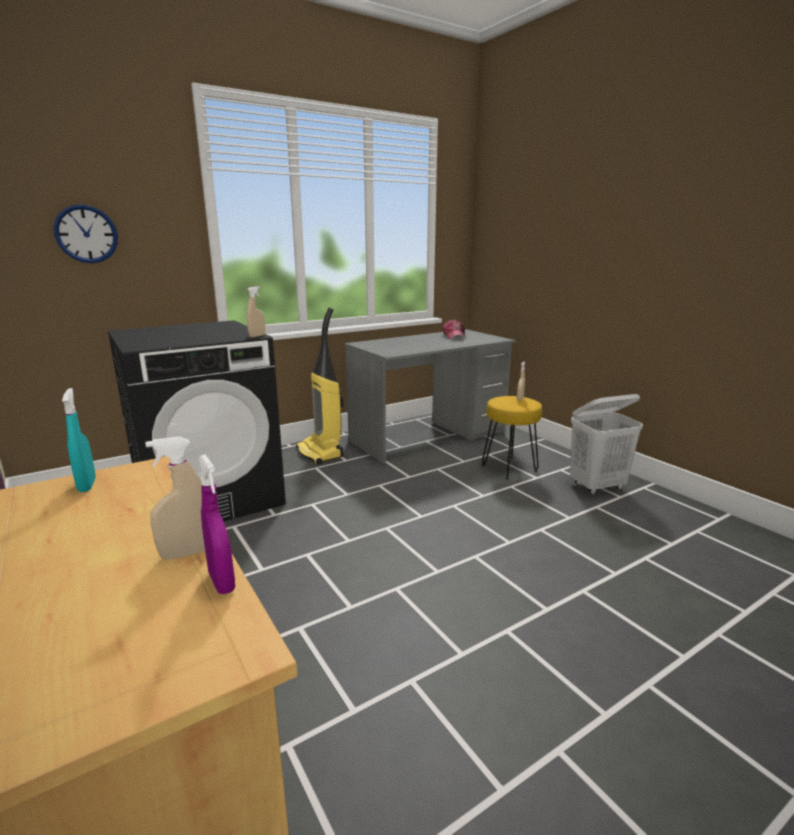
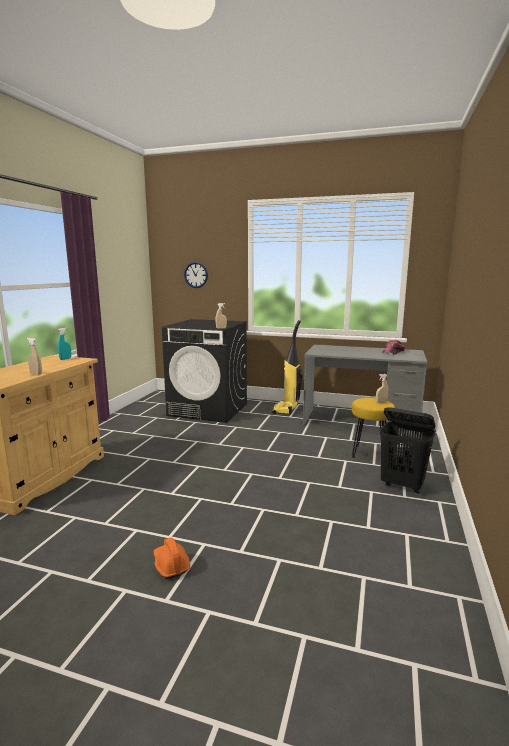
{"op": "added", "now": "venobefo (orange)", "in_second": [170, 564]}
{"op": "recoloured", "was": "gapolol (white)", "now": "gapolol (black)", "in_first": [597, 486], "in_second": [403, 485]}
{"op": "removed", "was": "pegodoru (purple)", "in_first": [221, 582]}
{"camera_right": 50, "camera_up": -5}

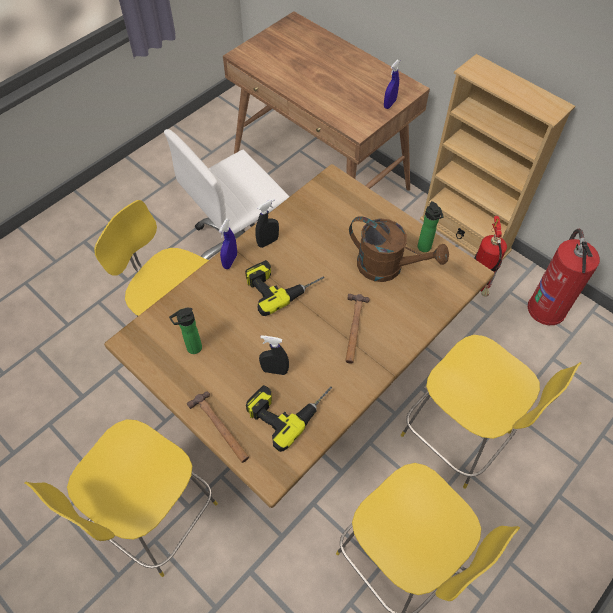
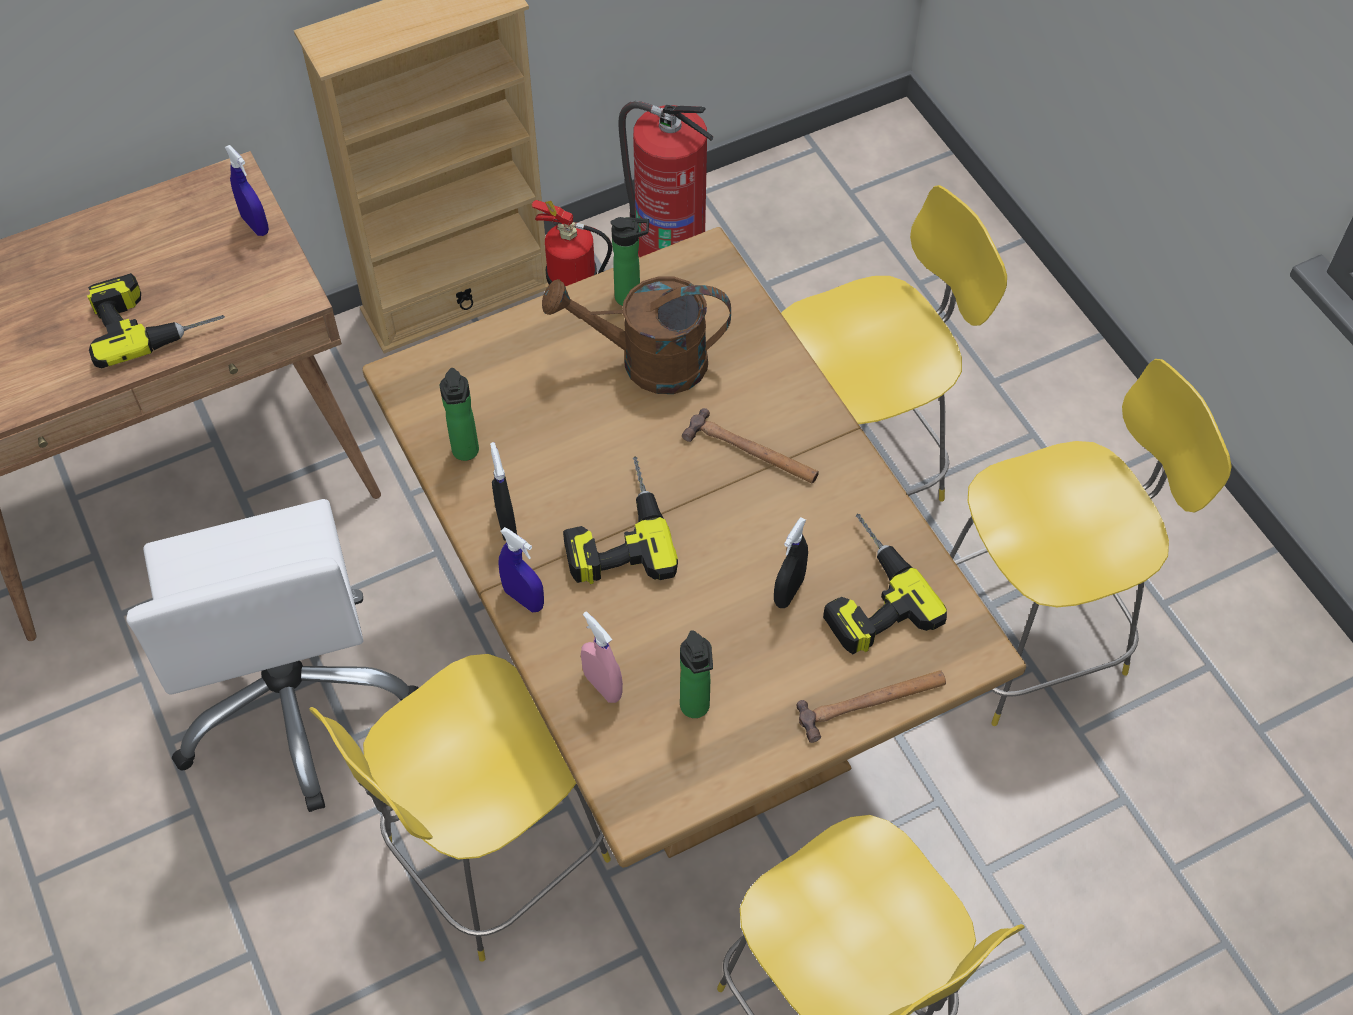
{"op": "added", "now": "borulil", "in_second": [154, 320]}
{"op": "added", "now": "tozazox", "in_second": [466, 453]}
{"op": "turned", "was": "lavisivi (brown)", "in_first": [388, 267], "in_second": [648, 362], "clockwise": -135}
{"op": "added", "now": "pegodoru (pink)", "in_second": [602, 686]}
{"camera_right": -70, "camera_up": 0}

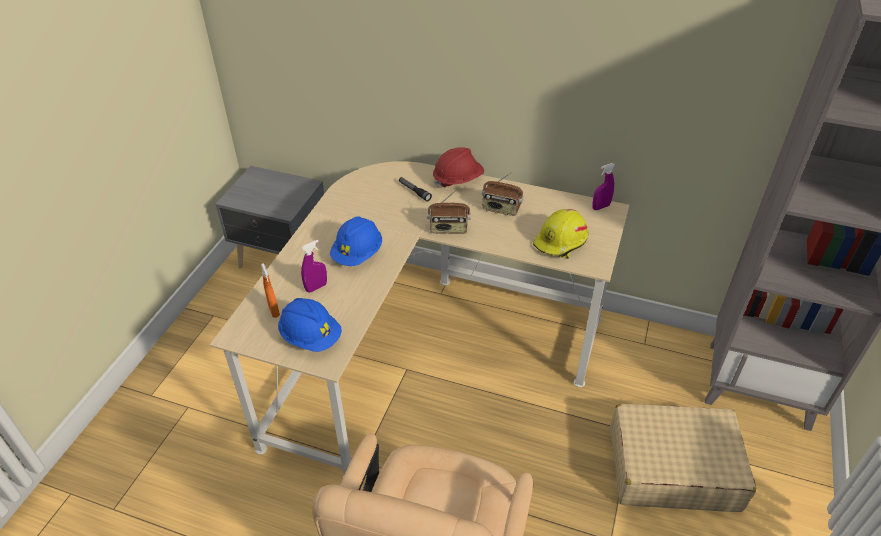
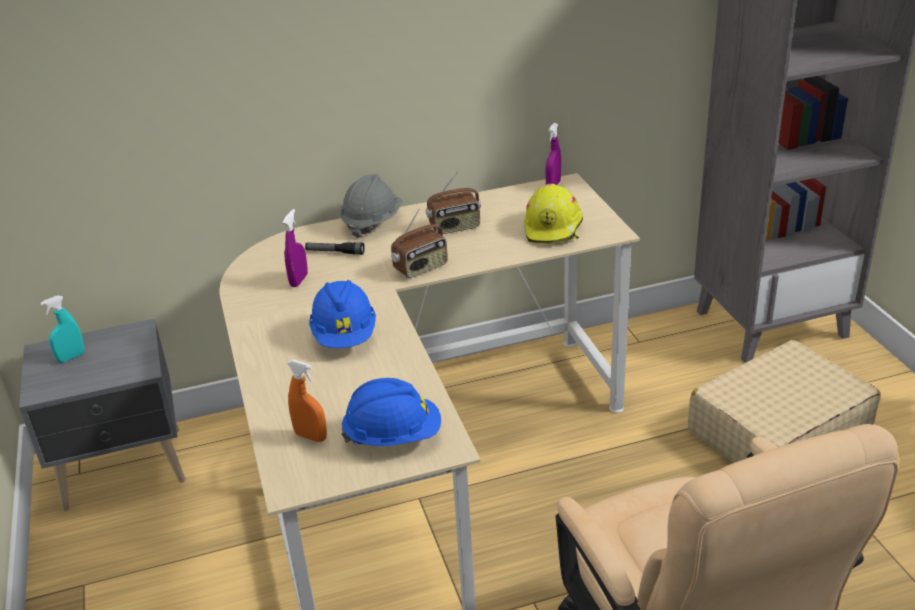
{"op": "added", "now": "pegodoru (turquoise)", "in_second": [71, 357]}
{"op": "moved", "was": "pegodoru (purple)", "in_first": [316, 287], "in_second": [299, 280]}
{"op": "recoloured", "was": "venobefo (red)", "now": "venobefo (grey)", "in_first": [458, 180], "in_second": [372, 222]}
{"camera_right": -35, "camera_up": -10}

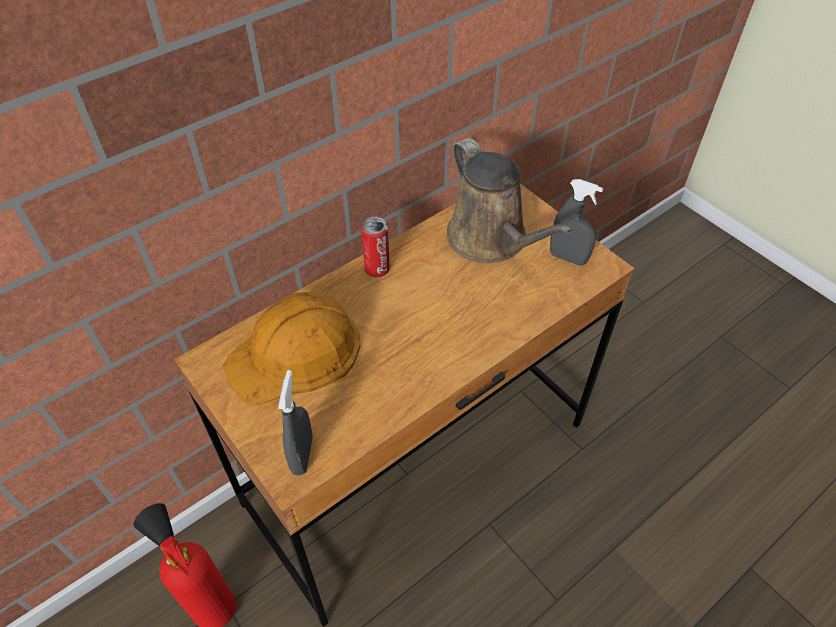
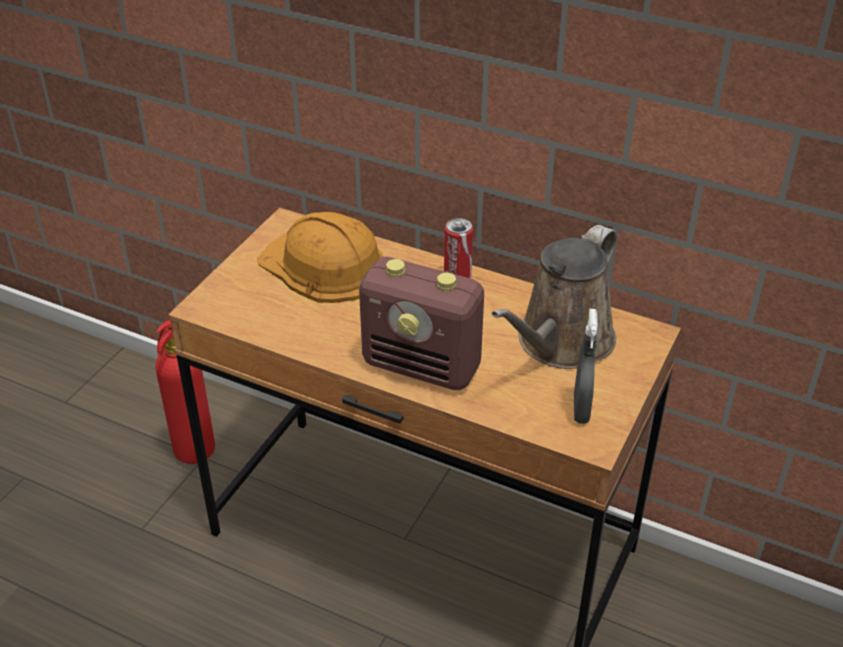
{"op": "added", "now": "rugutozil", "in_second": [423, 366]}
{"op": "removed", "was": "pegodoru (grey)", "in_first": [302, 455]}
{"camera_right": 65, "camera_up": -10}

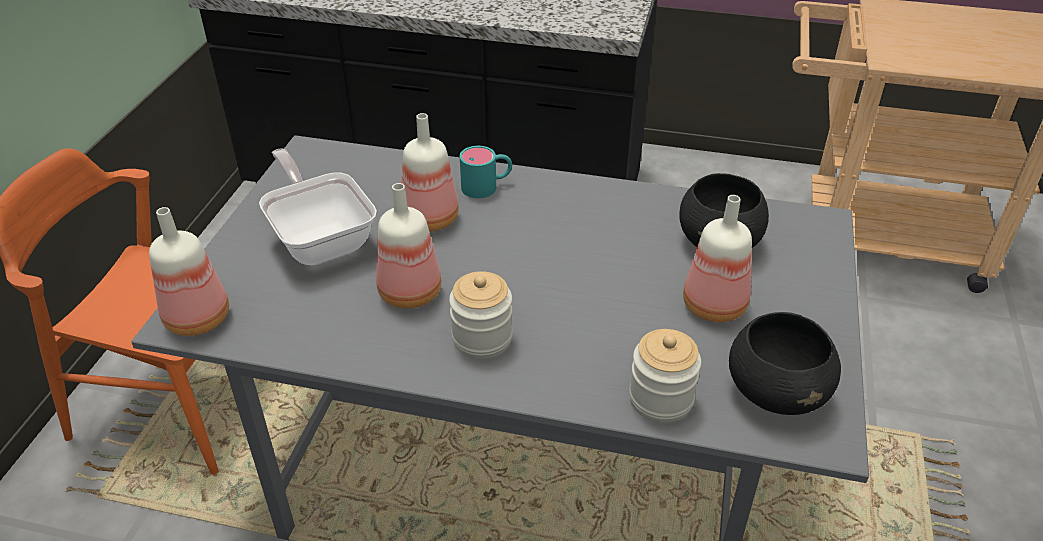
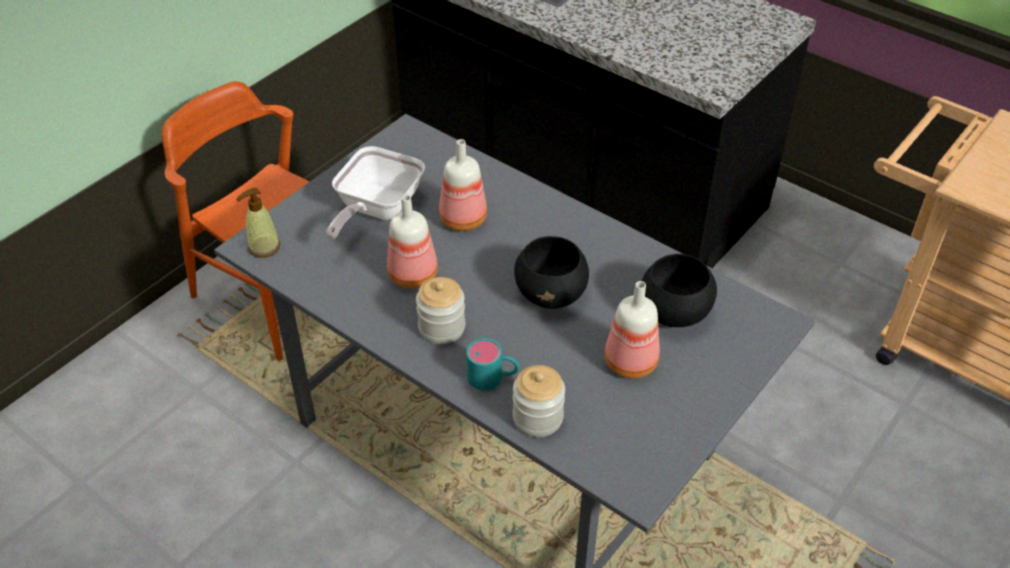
{"op": "replaced", "was": "tozazox", "now": "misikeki", "in_first": [200, 318], "in_second": [264, 247]}
{"op": "turned", "was": "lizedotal", "in_first": [321, 238], "in_second": [376, 210], "clockwise": -150}
{"op": "moved", "was": "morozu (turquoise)", "in_first": [487, 186], "in_second": [493, 377]}
{"op": "moved", "was": "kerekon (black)", "in_first": [776, 392], "in_second": [551, 293]}
{"camera_right": 25, "camera_up": 5}

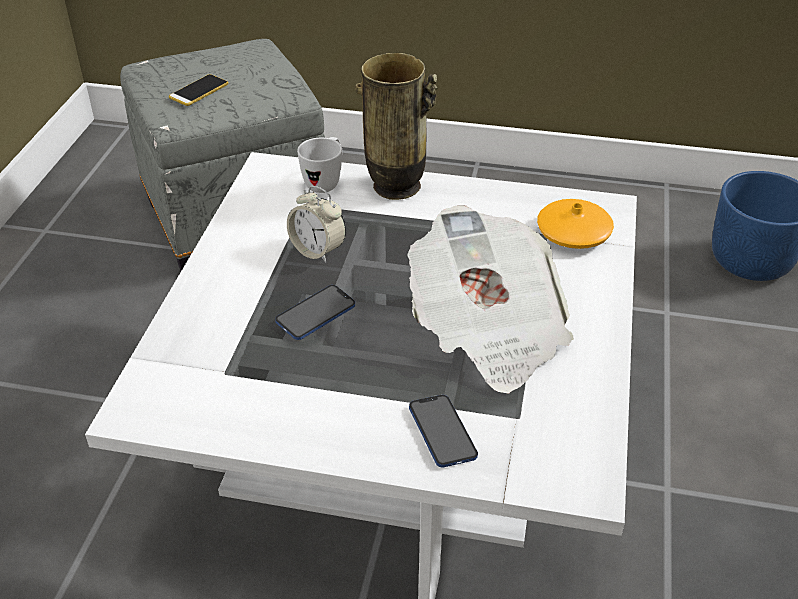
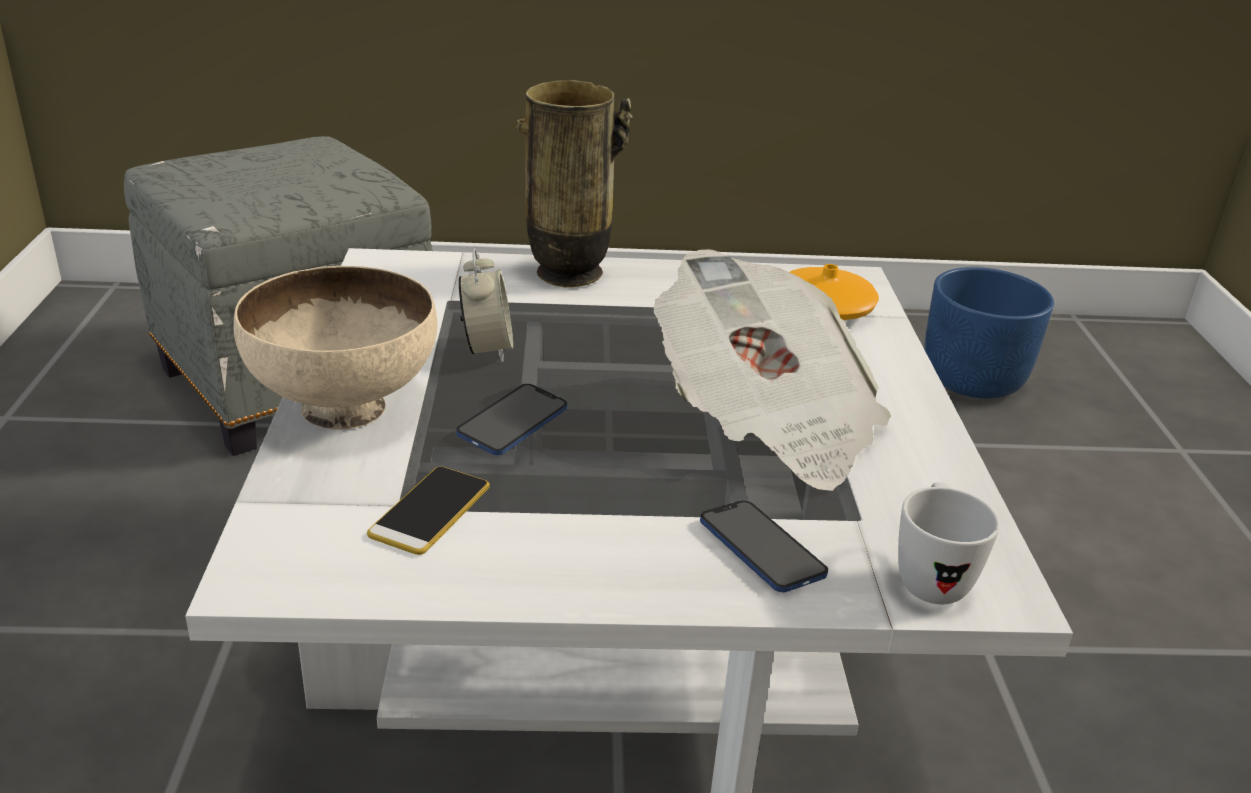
{"op": "added", "now": "kerekon (beige)", "in_second": [344, 409]}
{"op": "moved", "was": "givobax", "in_first": [199, 91], "in_second": [430, 511]}
{"op": "turned", "was": "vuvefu", "in_first": [318, 250], "in_second": [487, 349], "clockwise": -120}
{"op": "moved", "was": "morozu (white)", "in_first": [325, 182], "in_second": [930, 577]}
{"camera_right": -15, "camera_up": -10}

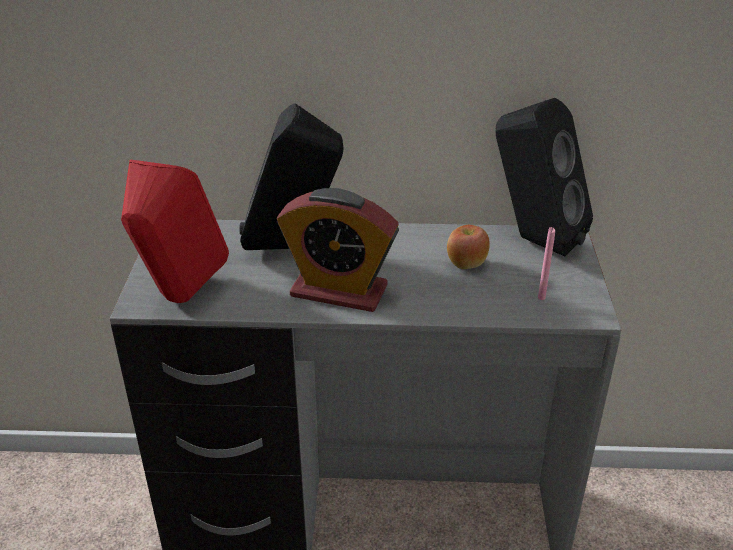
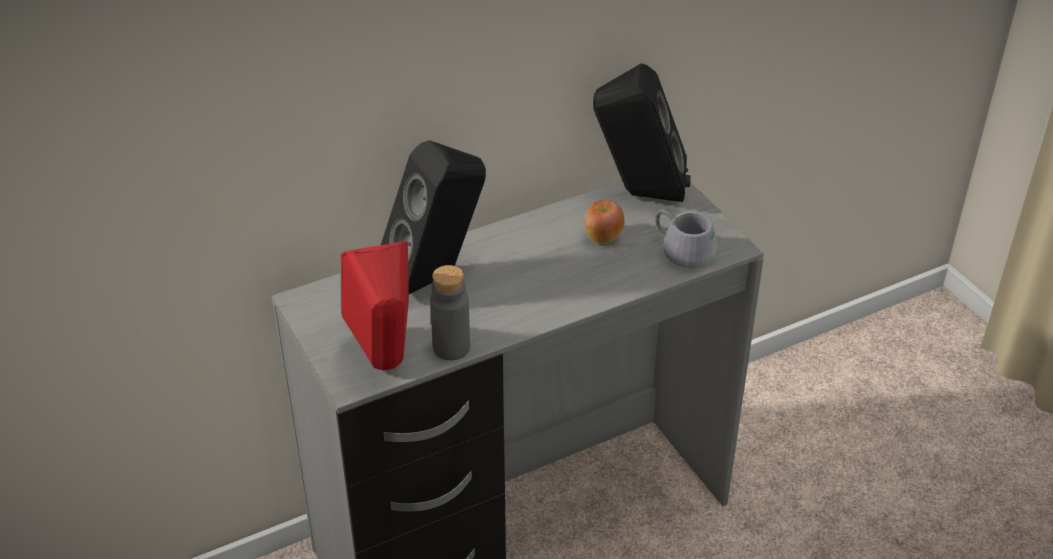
{"op": "added", "now": "tozazox (grey)", "in_second": [451, 347]}
{"op": "replaced", "was": "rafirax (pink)", "now": "morozu (grey)", "in_first": [541, 297], "in_second": [686, 247]}
{"op": "removed", "was": "vuvefu", "in_first": [339, 291]}
{"camera_right": -30, "camera_up": 5}

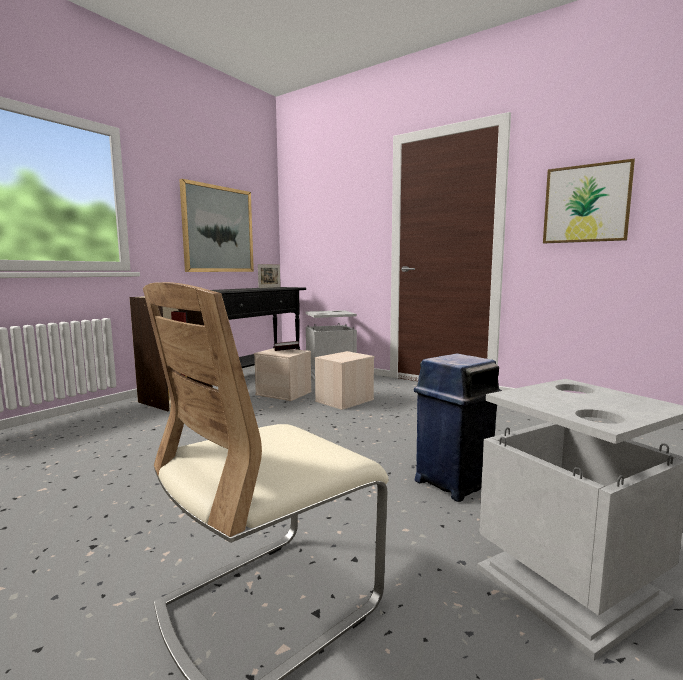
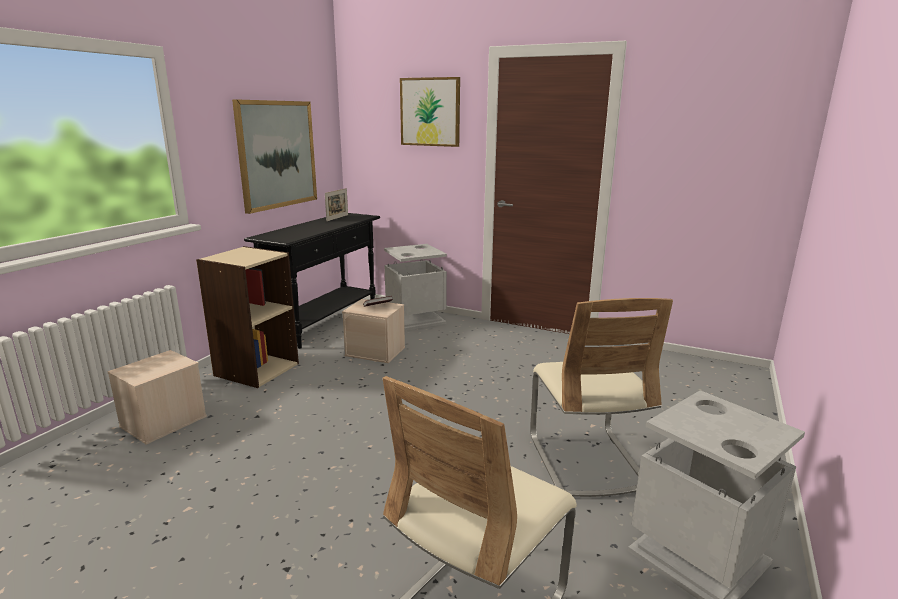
{"op": "moved", "was": "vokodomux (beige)", "in_first": [344, 400], "in_second": [163, 422]}
{"op": "moved", "was": "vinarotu", "in_first": [586, 204], "in_second": [430, 112]}
{"op": "replaced", "was": "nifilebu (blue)", "now": "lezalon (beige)", "in_first": [454, 482], "in_second": [586, 461]}
{"camera_right": -10, "camera_up": 10}

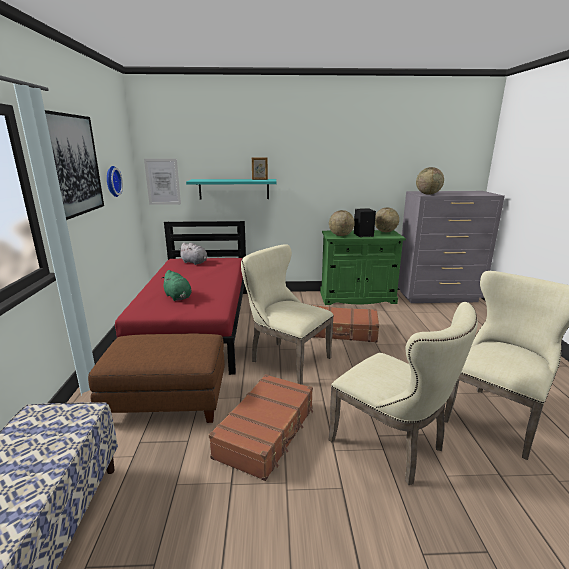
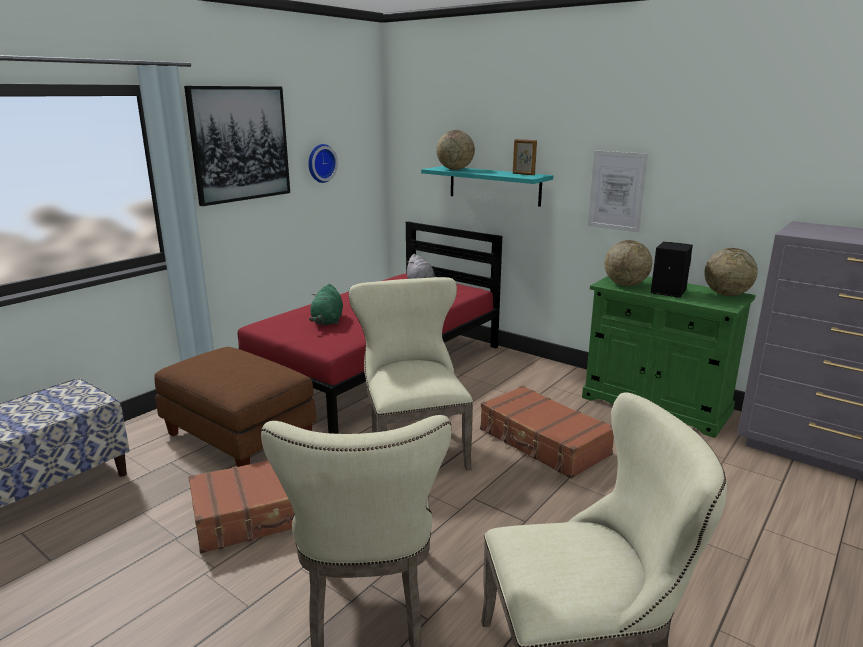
{"op": "moved", "was": "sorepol", "in_first": [428, 194], "in_second": [455, 169]}
{"op": "moved", "was": "vinarotu", "in_first": [163, 181], "in_second": [617, 191]}
{"camera_right": 40, "camera_up": 0}

